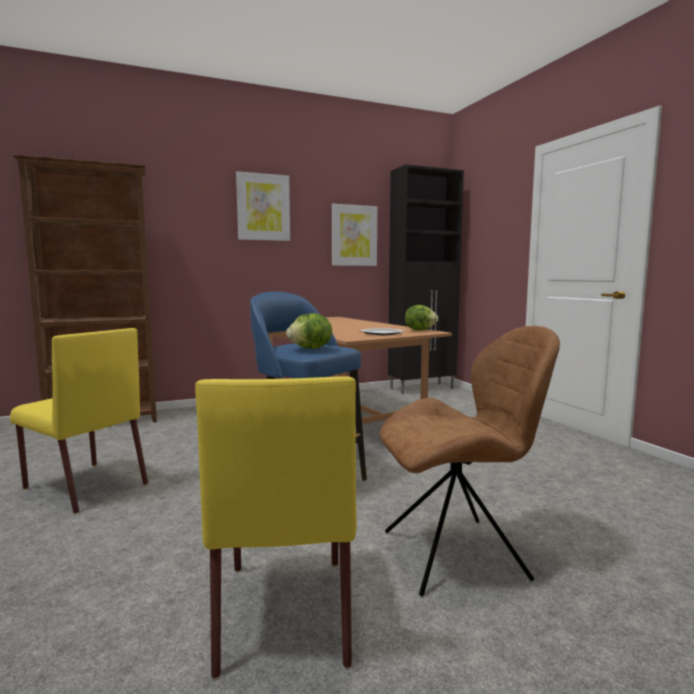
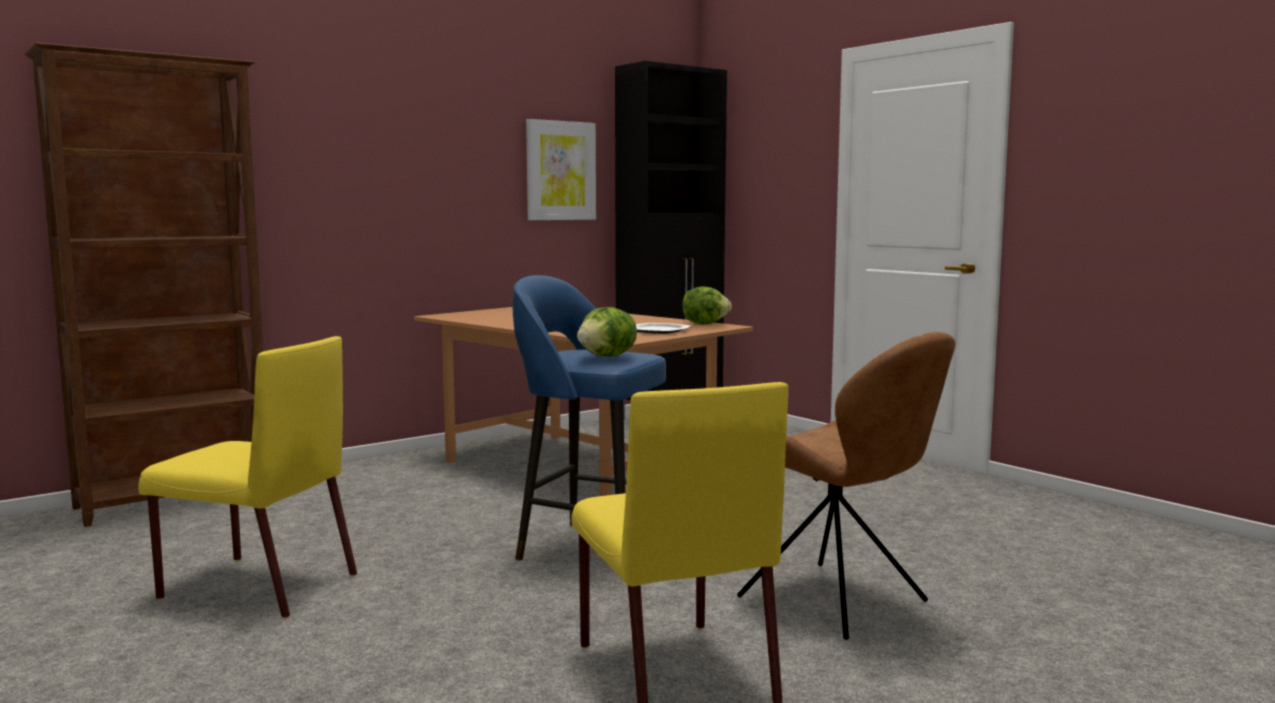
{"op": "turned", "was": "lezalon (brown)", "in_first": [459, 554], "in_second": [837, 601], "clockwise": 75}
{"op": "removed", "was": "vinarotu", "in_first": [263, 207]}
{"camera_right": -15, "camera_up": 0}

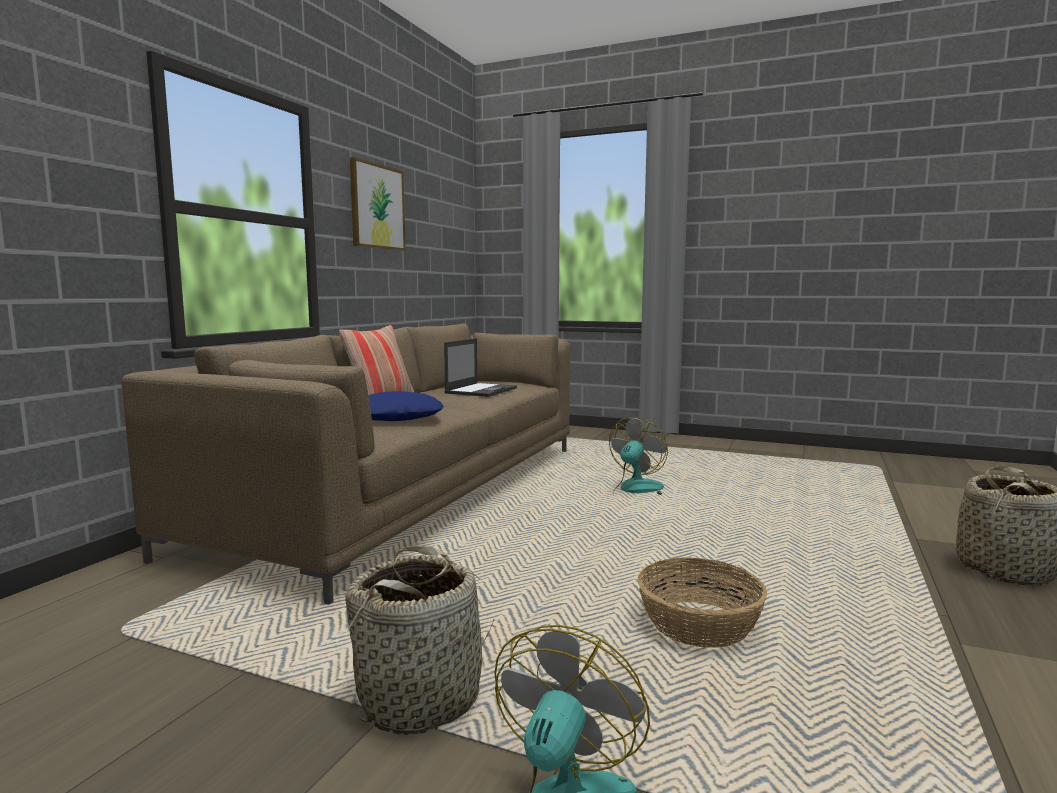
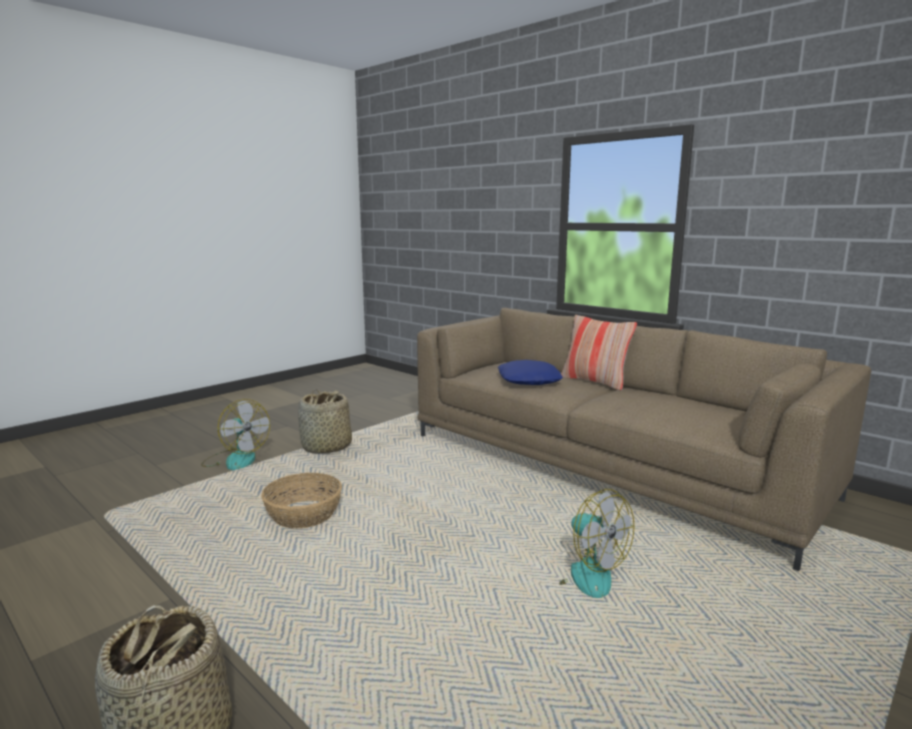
{"op": "removed", "was": "vinarotu", "in_first": [377, 207]}
{"op": "removed", "was": "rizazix", "in_first": [481, 390]}
{"camera_right": 110, "camera_up": 5}

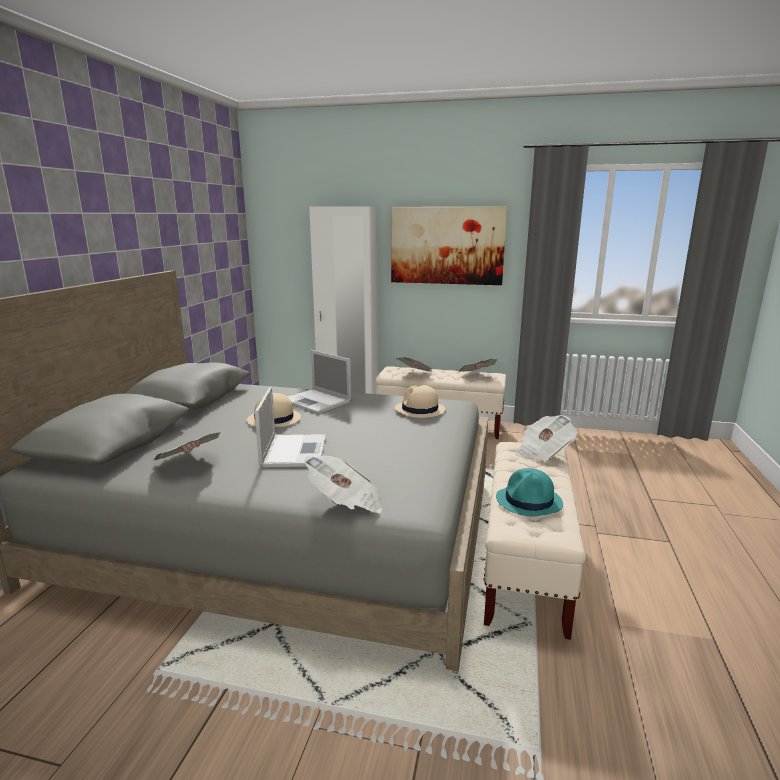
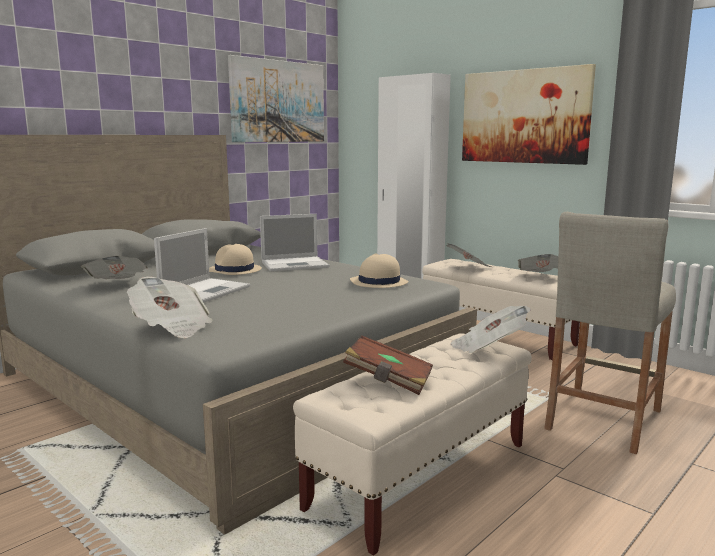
{"op": "added", "now": "vinarotu", "in_second": [278, 101]}
{"op": "turned", "was": "rizazix", "in_first": [317, 401], "in_second": [296, 264], "clockwise": -90}
{"op": "replaced", "was": "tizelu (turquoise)", "now": "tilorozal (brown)", "in_first": [529, 501], "in_second": [388, 381]}
{"op": "added", "now": "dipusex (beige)", "in_second": [602, 419]}
{"camera_right": 30, "camera_up": -5}

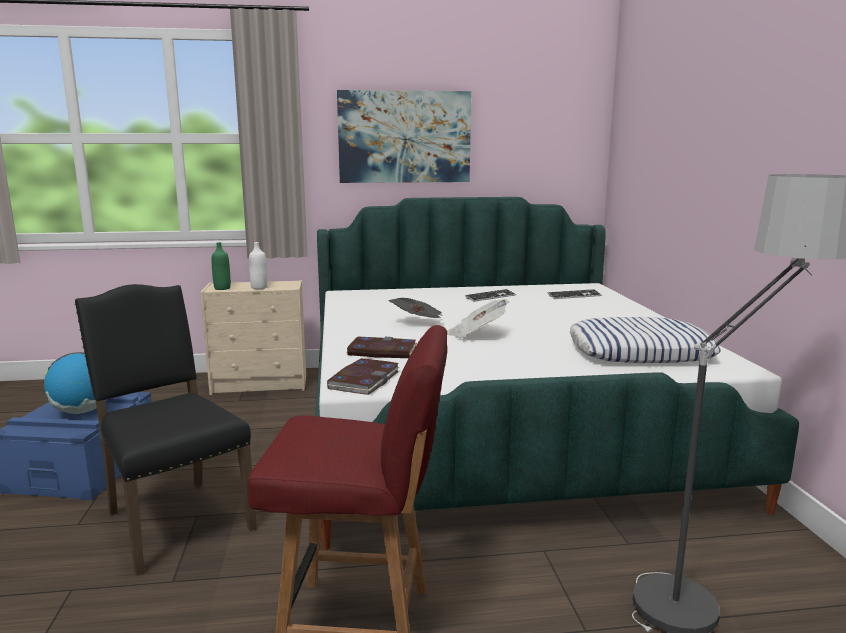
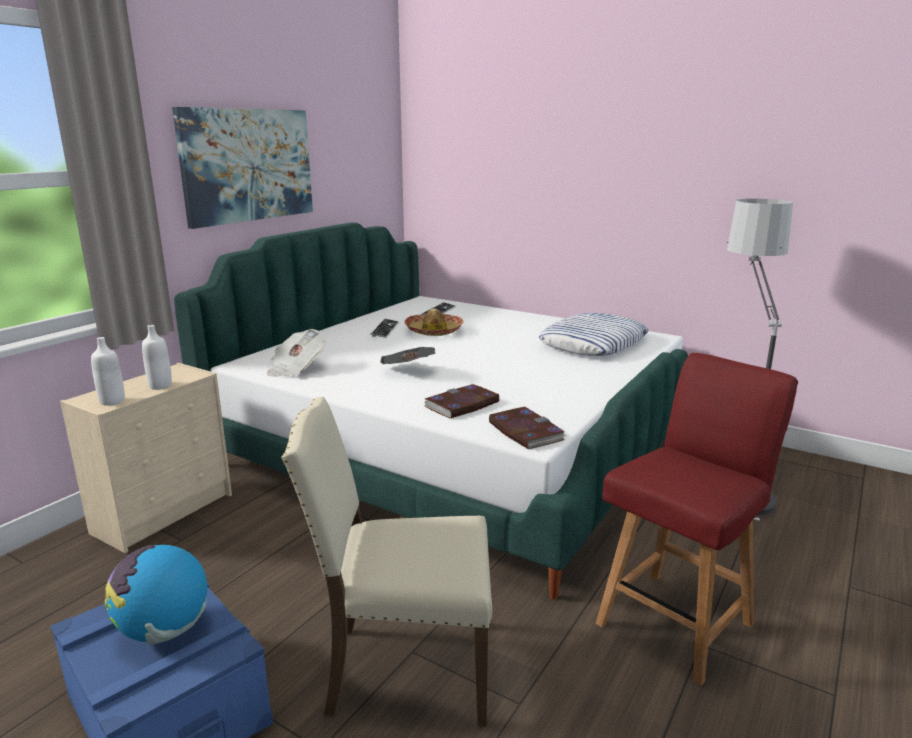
{"op": "recoloured", "was": "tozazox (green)", "now": "tozazox (white)", "in_first": [222, 288], "in_second": [112, 401]}
{"op": "moved", "was": "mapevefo", "in_first": [476, 334], "in_second": [296, 369]}
{"op": "recoloured", "was": "lezalon (black)", "now": "lezalon (beige)", "in_first": [175, 520], "in_second": [404, 669]}
{"op": "added", "now": "tizelu", "in_second": [434, 331]}
{"camera_right": -50, "camera_up": 5}

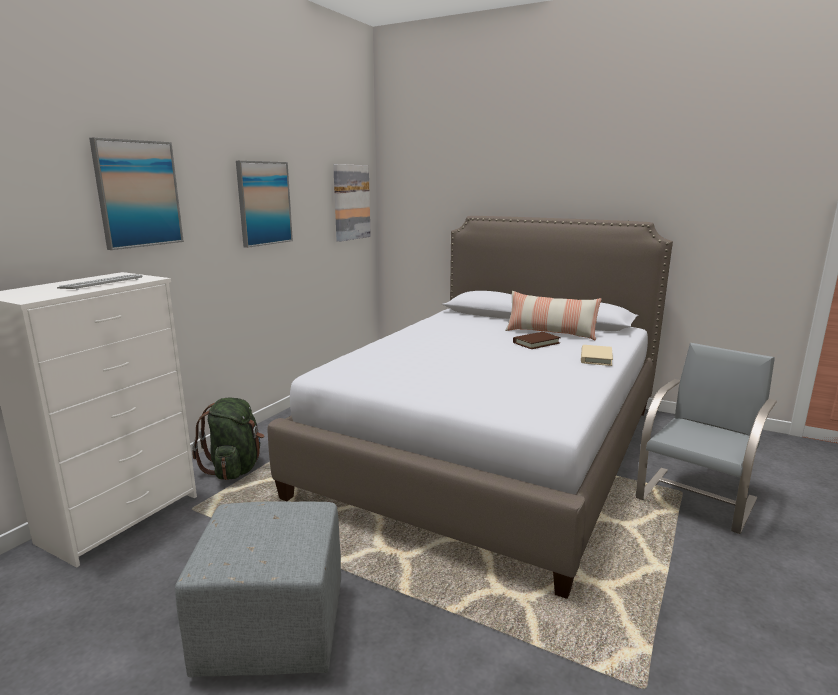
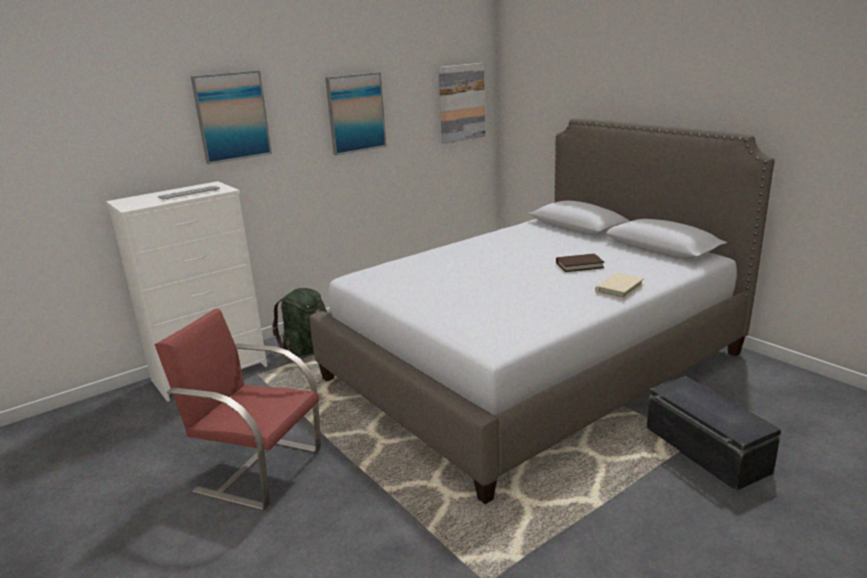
{"op": "replaced", "was": "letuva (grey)", "now": "lezalon (red)", "in_first": [272, 627], "in_second": [258, 469]}
{"op": "replaced", "was": "lezalon (grey)", "now": "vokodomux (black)", "in_first": [697, 498], "in_second": [705, 450]}
{"op": "removed", "was": "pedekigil", "in_first": [550, 333]}
{"camera_right": 25, "camera_up": 5}

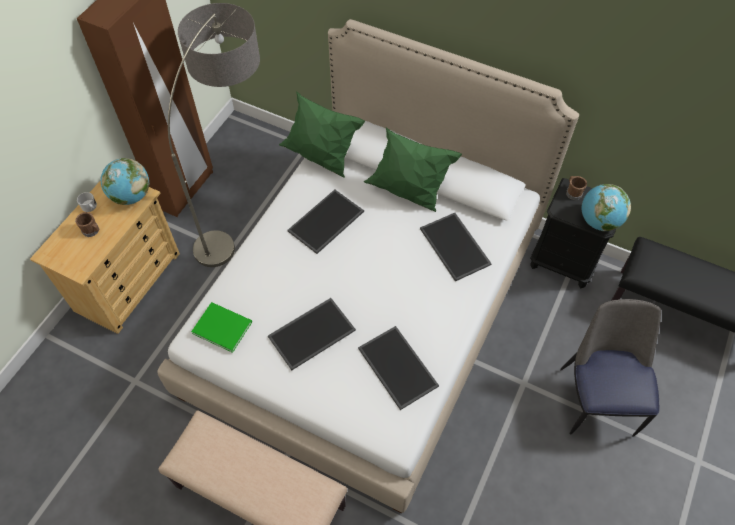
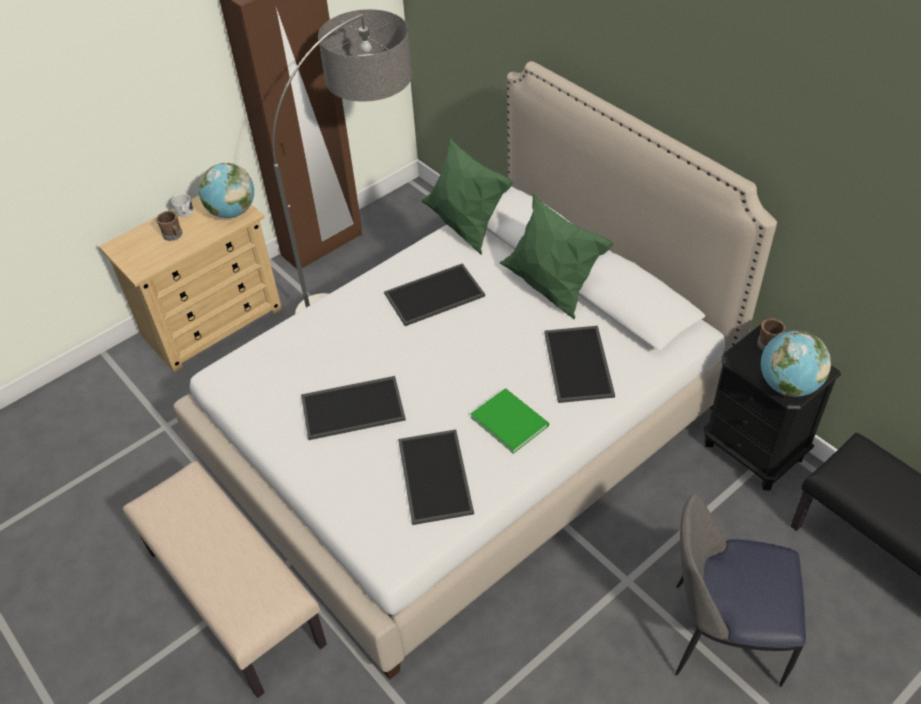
{"op": "moved", "was": "tilorozal (green)", "in_first": [221, 326], "in_second": [509, 419]}
{"op": "turned", "was": "lezalon", "in_first": [596, 398], "in_second": [721, 634], "clockwise": -105}
{"camera_right": 25, "camera_up": -10}

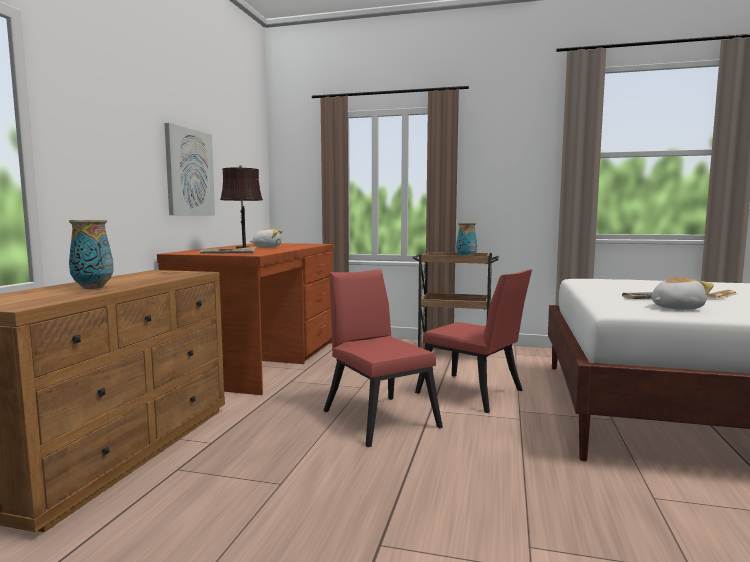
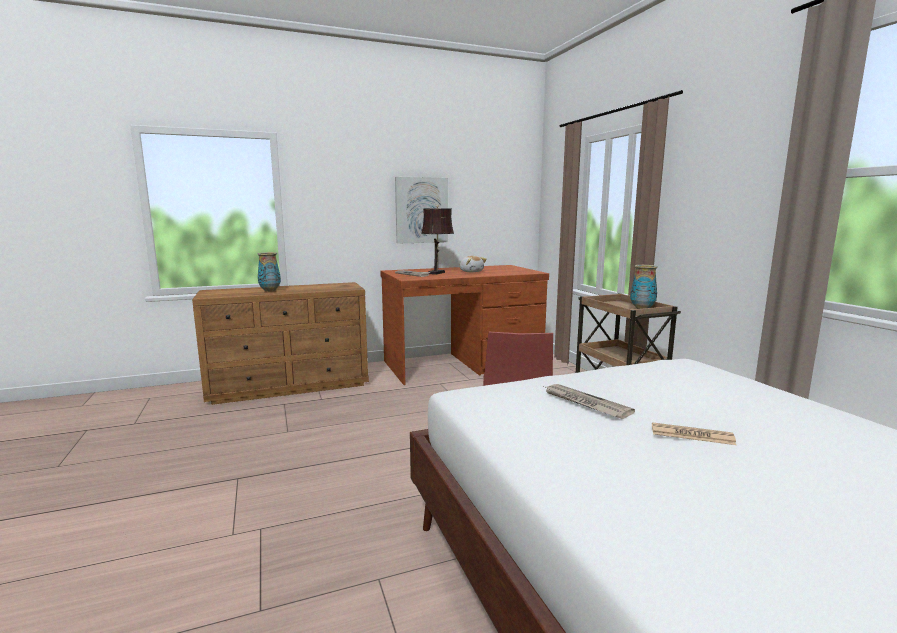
{"op": "removed", "was": "lezalon (red)", "in_first": [378, 416]}
{"op": "removed", "was": "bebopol", "in_first": [675, 308]}
{"camera_right": 55, "camera_up": 5}

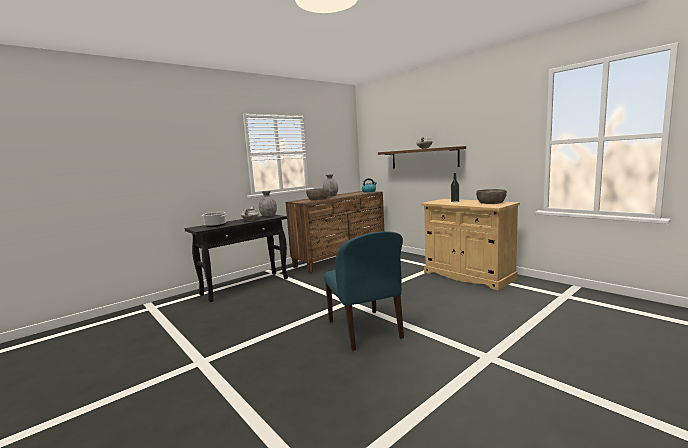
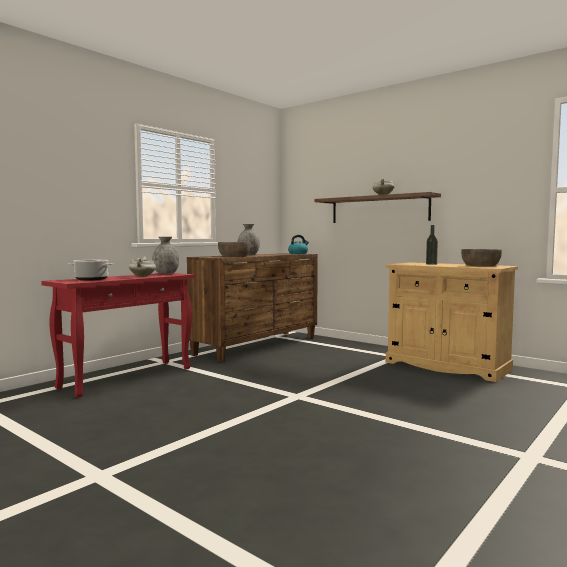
{"op": "recoloured", "was": "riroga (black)", "now": "riroga (red)", "in_first": [246, 286], "in_second": [128, 377]}
{"op": "removed", "was": "lezalon (blue)", "in_first": [365, 330]}
{"camera_right": -10, "camera_up": -5}

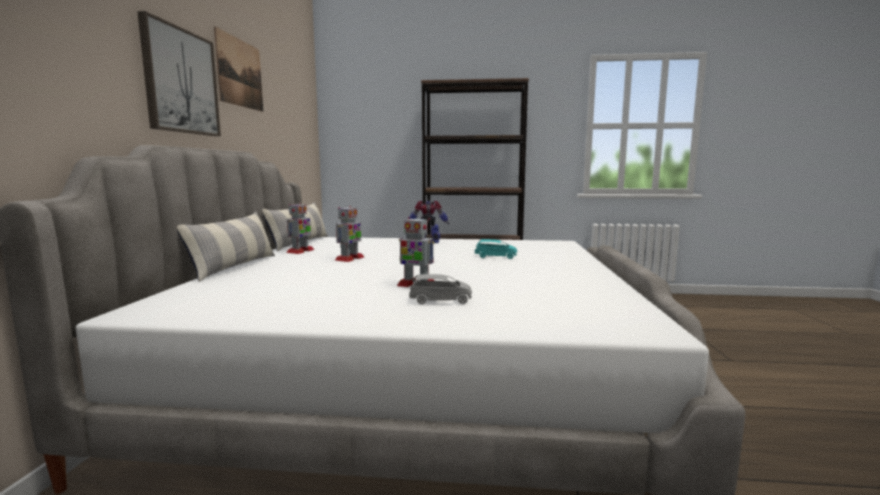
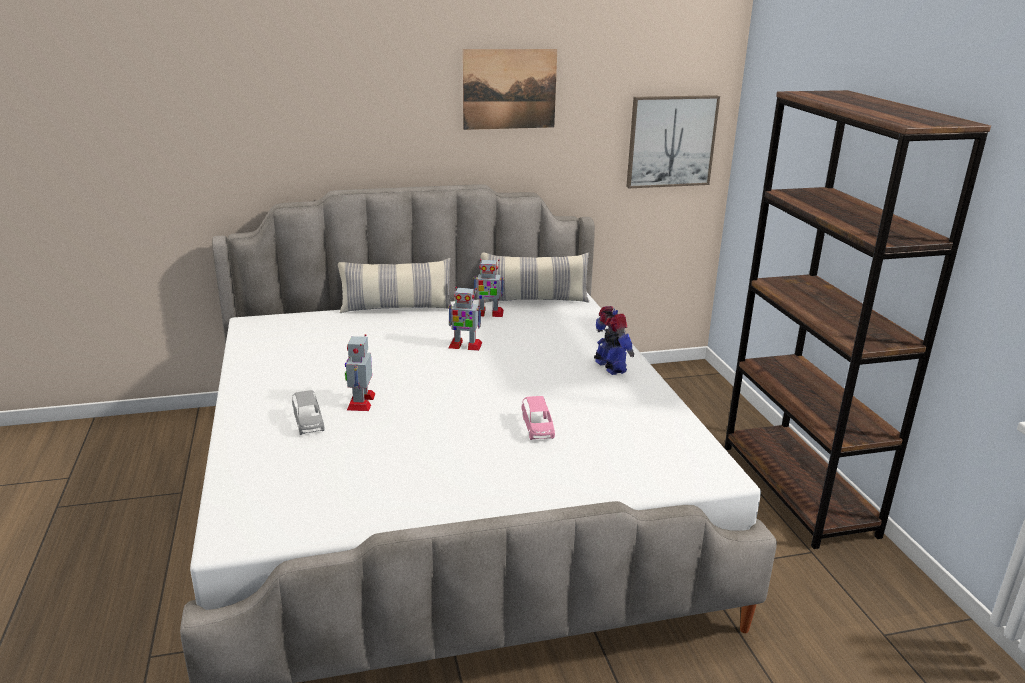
{"op": "recoloured", "was": "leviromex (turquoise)", "now": "leviromex (pink)", "in_first": [496, 257], "in_second": [537, 428]}
{"op": "moved", "was": "vinarotu", "in_first": [180, 81], "in_second": [671, 141]}
{"camera_right": 70, "camera_up": 15}

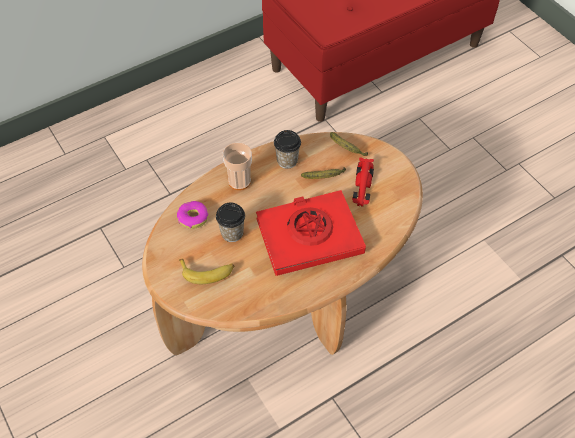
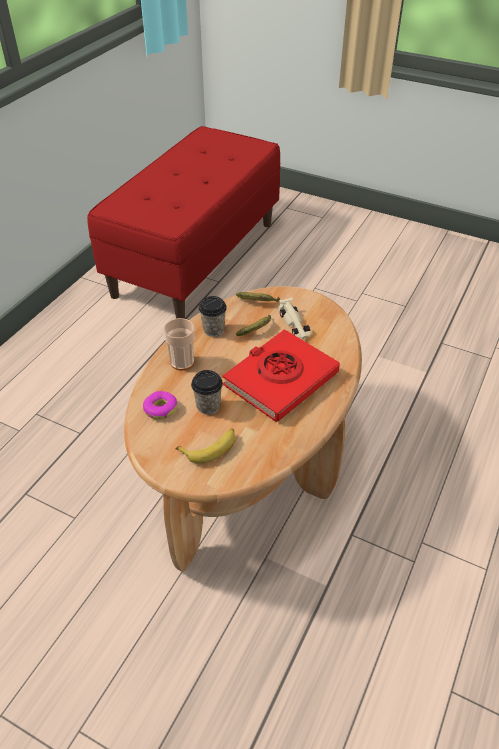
{"op": "recoloured", "was": "leviromex (red)", "now": "leviromex (beige)", "in_first": [362, 186], "in_second": [294, 324]}
{"camera_right": -30, "camera_up": -10}

